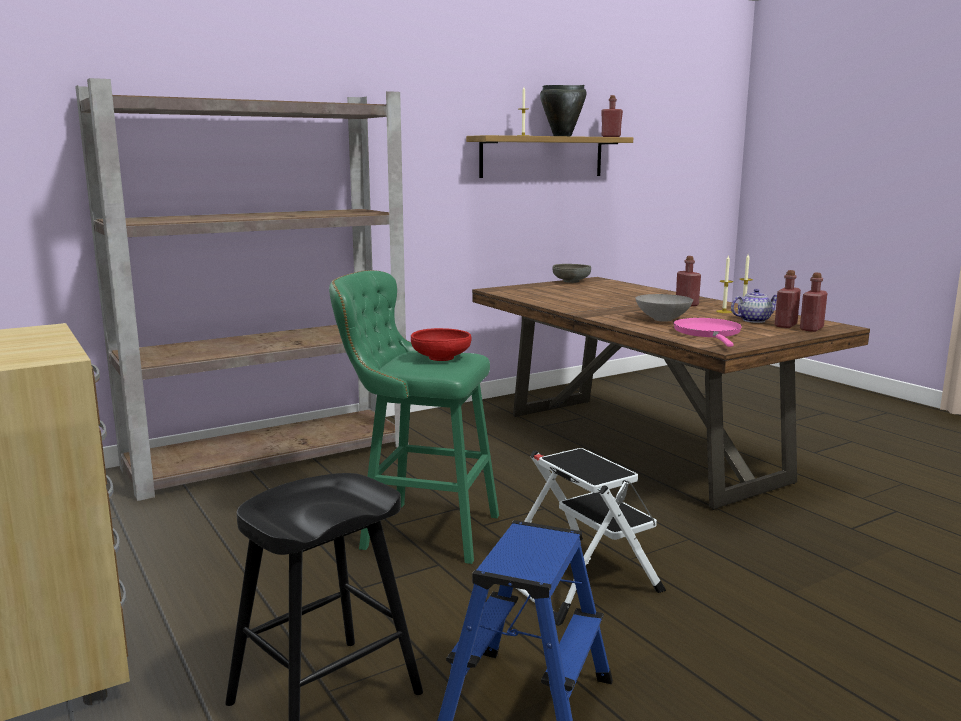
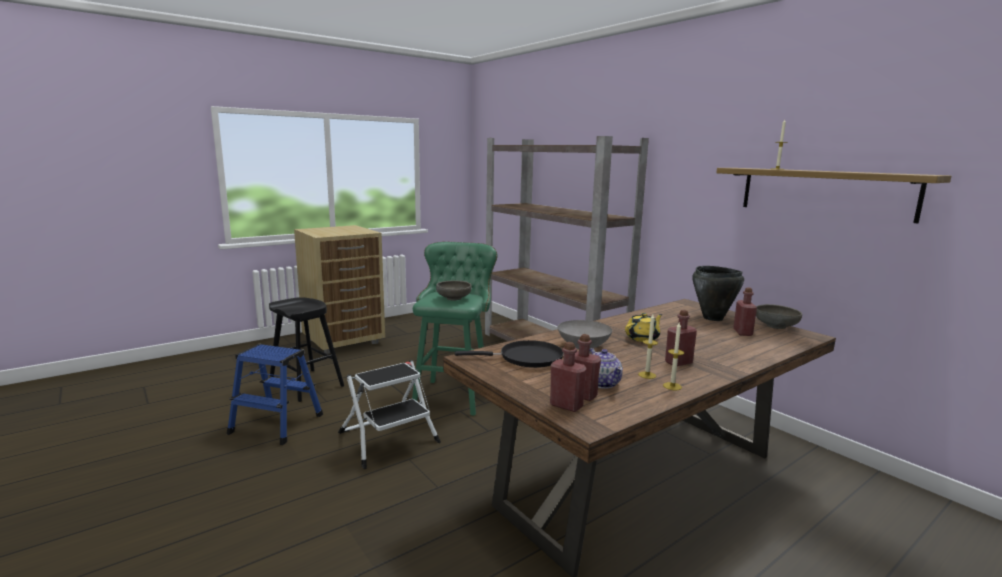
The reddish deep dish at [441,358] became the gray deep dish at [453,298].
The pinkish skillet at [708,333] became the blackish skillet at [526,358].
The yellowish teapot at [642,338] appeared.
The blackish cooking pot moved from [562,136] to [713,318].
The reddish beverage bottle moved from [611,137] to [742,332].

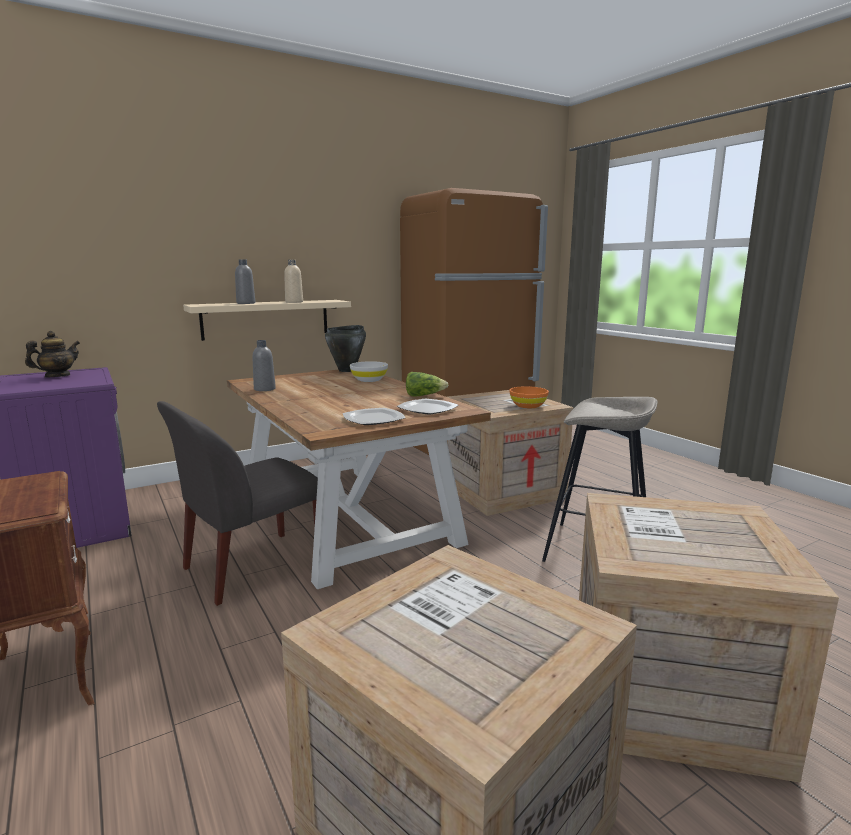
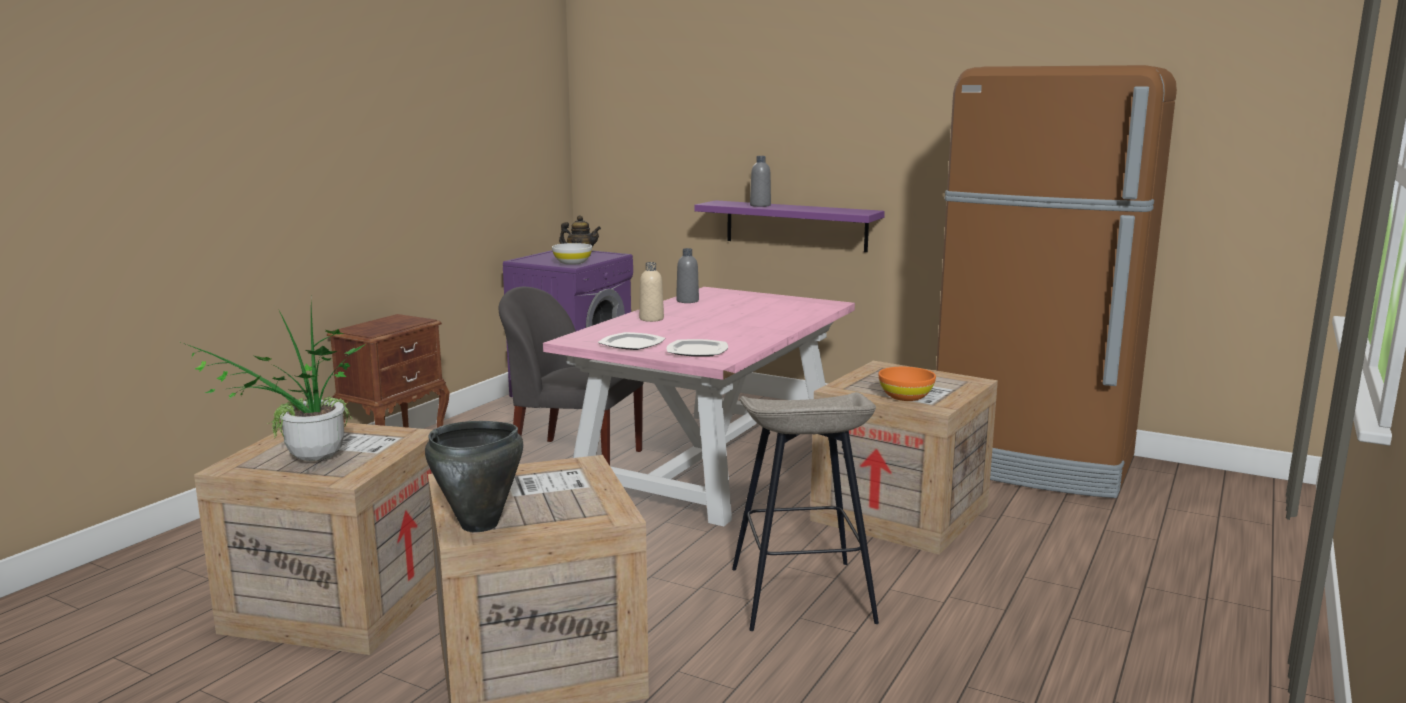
The potted plant at [304,460] appeared.
The blackish cooking pot moved from [347,370] to [480,525].
The brownish kitchen table at [345,517] became the pinkish kitchen table at [710,461].
The whitish deep dish moved from [369,380] to [572,263].
The sand-coloured beverage bottle moved from [294,302] to [651,319].
The sand-coloured shelf at [266,319] became the purple-coloured shelf at [795,225].
The lettuce at [424,395] disappeared.

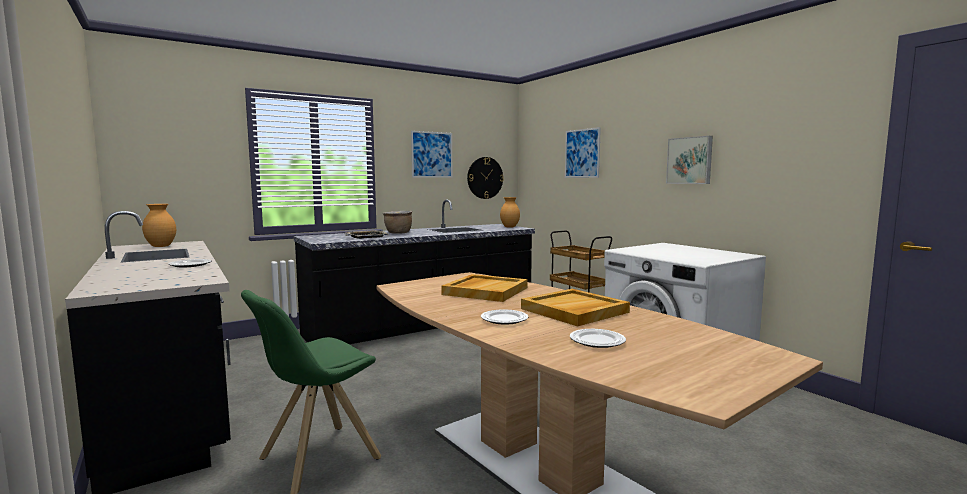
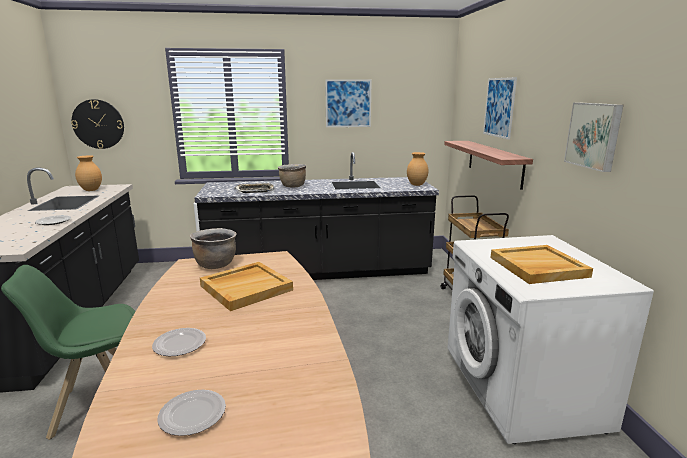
The clock on the wall moved from [485,178] to [98,124].
The brownish cooking pot at [215,265] appeared.
The shelf at [494,162] appeared.
The sand-coloured serving tray moved from [574,311] to [538,267].

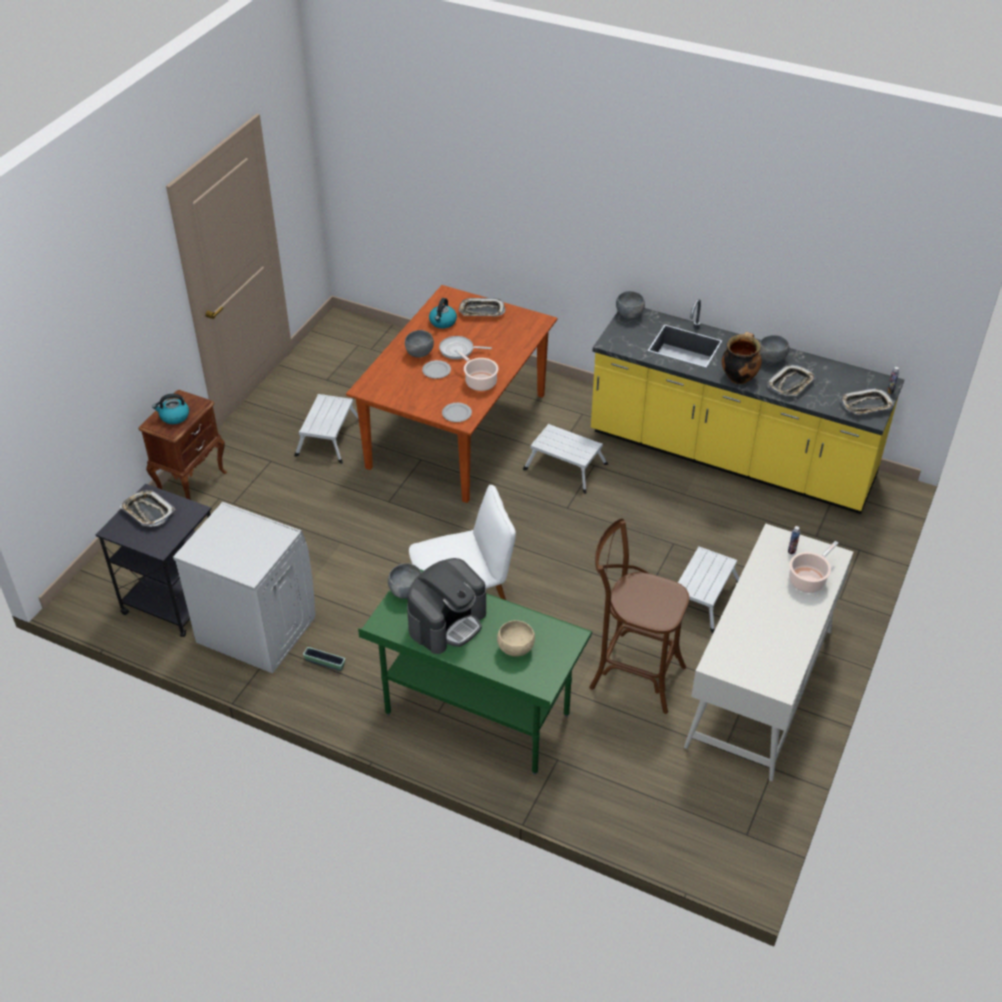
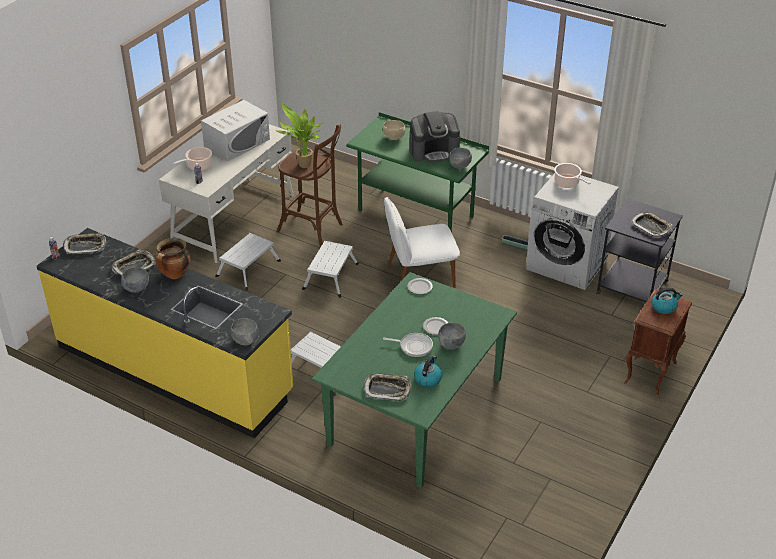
The whitish kitchen microwave at [237,143] appeared.
The potted plant at [302,166] appeared.
The whitish step stool moved from [328,437] to [331,276].
The brownish kitchen table at [457,431] became the green-coloured kitchen table at [416,410].
The coffee brewer at [447,622] turned 150 degrees counterclockwise.
The cooking pot moved from [479,381] to [567,183].

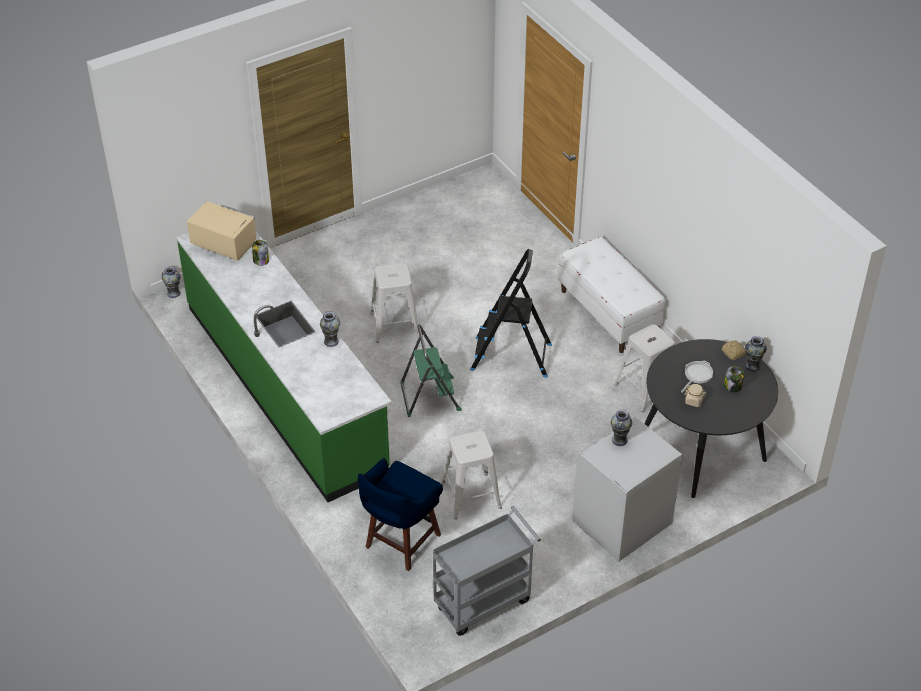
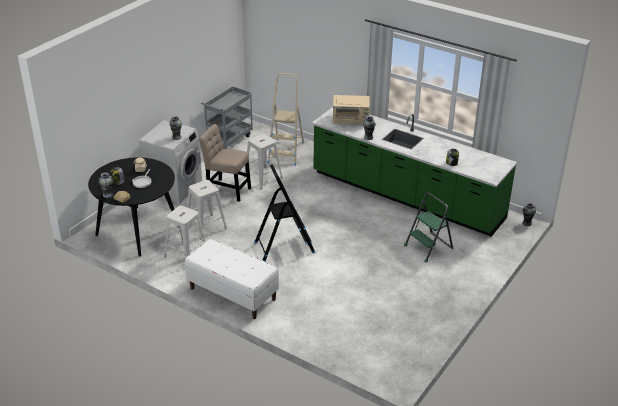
The whitish stool seat moved from [395,324] to [206,226].
The sand-coloured plain chair at [226,190] appeared.
The blue-coloured stool seat at [401,543] was replaced by the sand-coloured step stool at [285,152].
The sand-coloured kitchen microwave moved from [223,244] to [351,120].
The green-coloured step stool moved from [427,396] to [430,246].

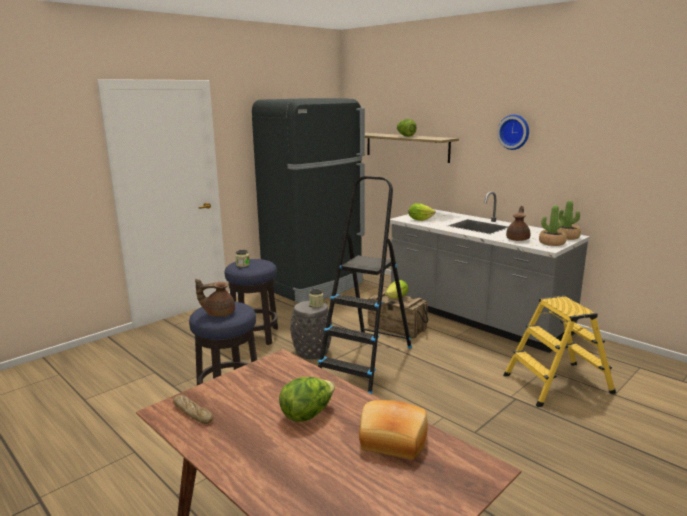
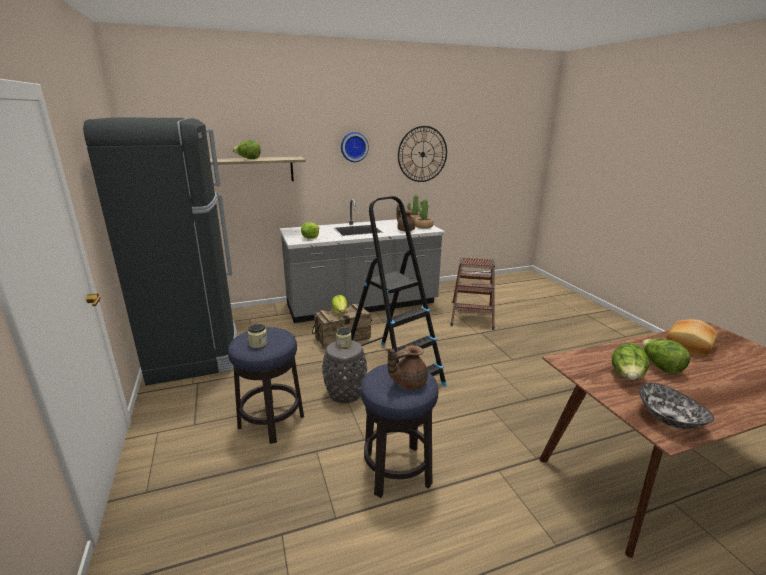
The brownish teapot at [219,313] turned 45 degrees clockwise.
The clock on the wall at [422,154] appeared.
The yellowish step stool at [557,383] became the brownish step stool at [472,314].
The lettuce at [626,377] appeared.
The baked bread at [192,413] was replaced by the deep dish at [669,419].

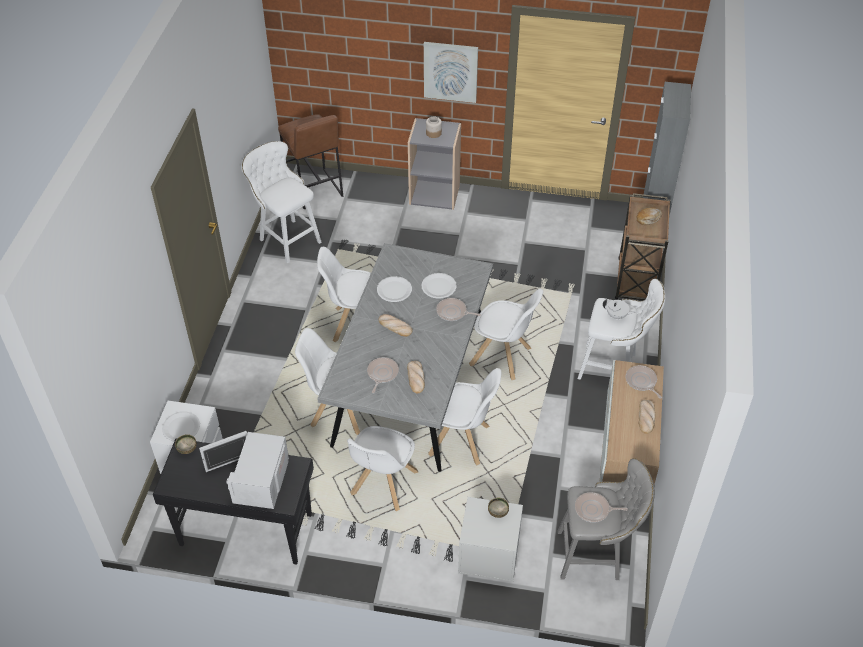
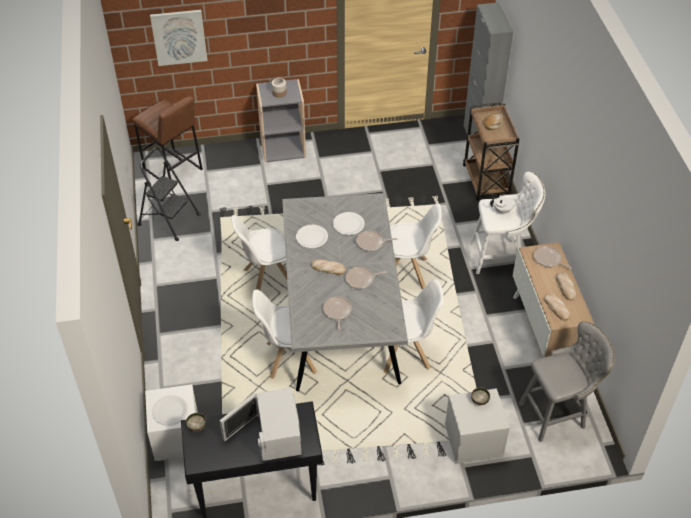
The whitish stool seat at [286,237] was replaced by the blackish step stool at [167,218].
The wall art moved from [450,71] to [179,37].
The skillet moved from [594,510] to [361,279].
The baked bread moved from [416,378] to [557,308].
The whitish plain chair at [383,485] disappeared.

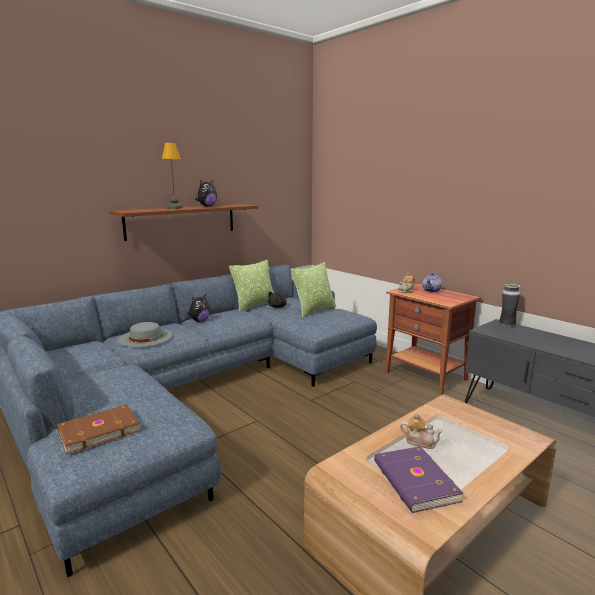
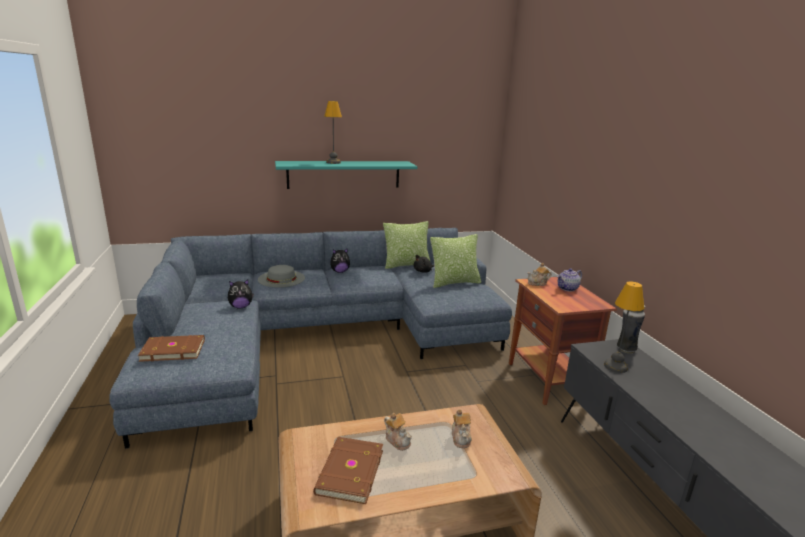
The soft toy moved from [207,206] to [241,307].
The brownish shelf at [181,221] became the turquoise shelf at [344,174].
The purple-coloured bound book at [414,482] became the brownish bound book at [348,472].
The teapot at [461,438] appeared.
The table lamp at [616,366] appeared.

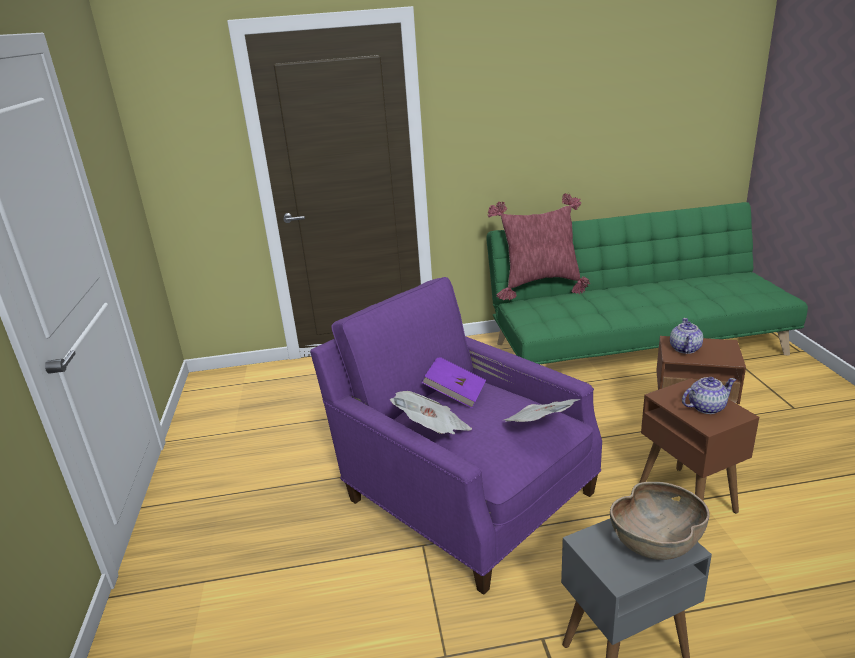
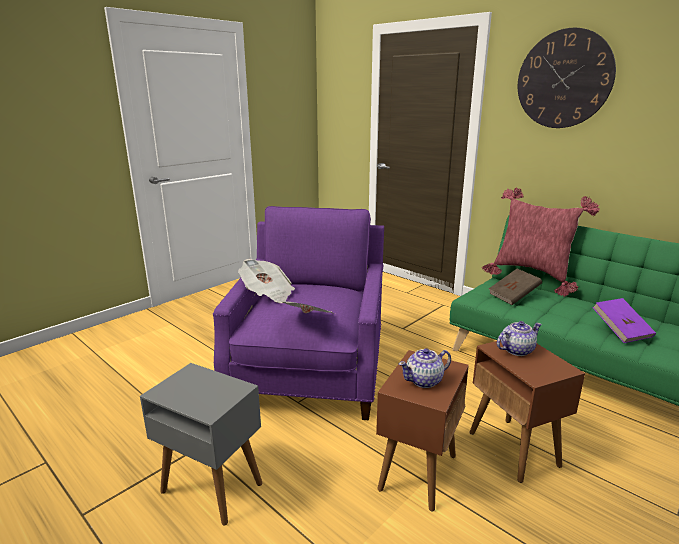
The teapot at [705,407] turned 120 degrees clockwise.
The brownish bound book at [513,296] appeared.
The clock on the wall at [564,79] appeared.
The purple-coloured bound book moved from [455,394] to [621,331].
The brownish deep dish at [656,542] disappeared.

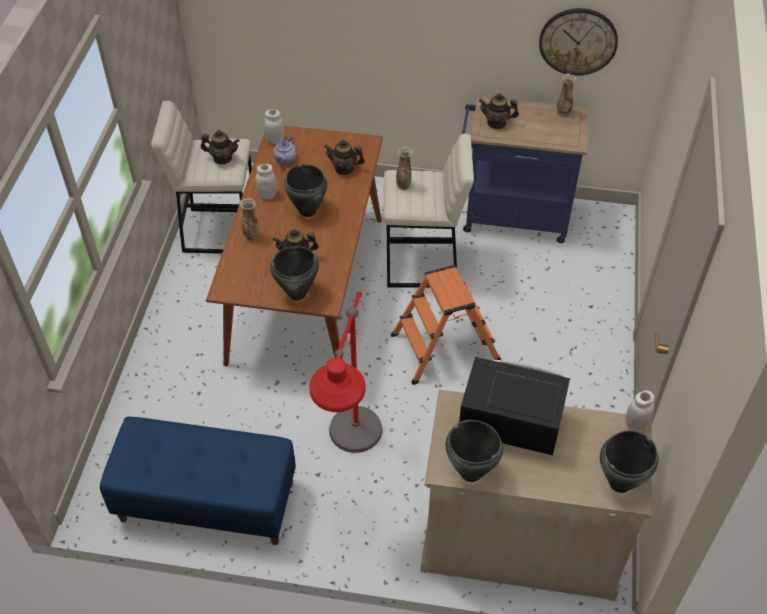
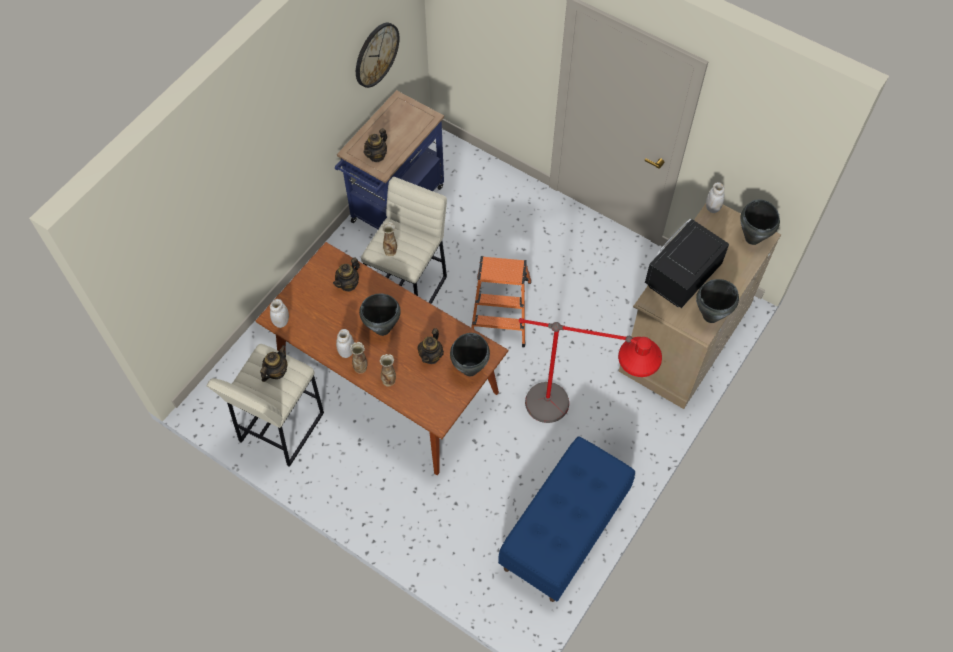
The flower vase moved from [563,113] to [360,368].
The teapot at [285,159] disappeared.

